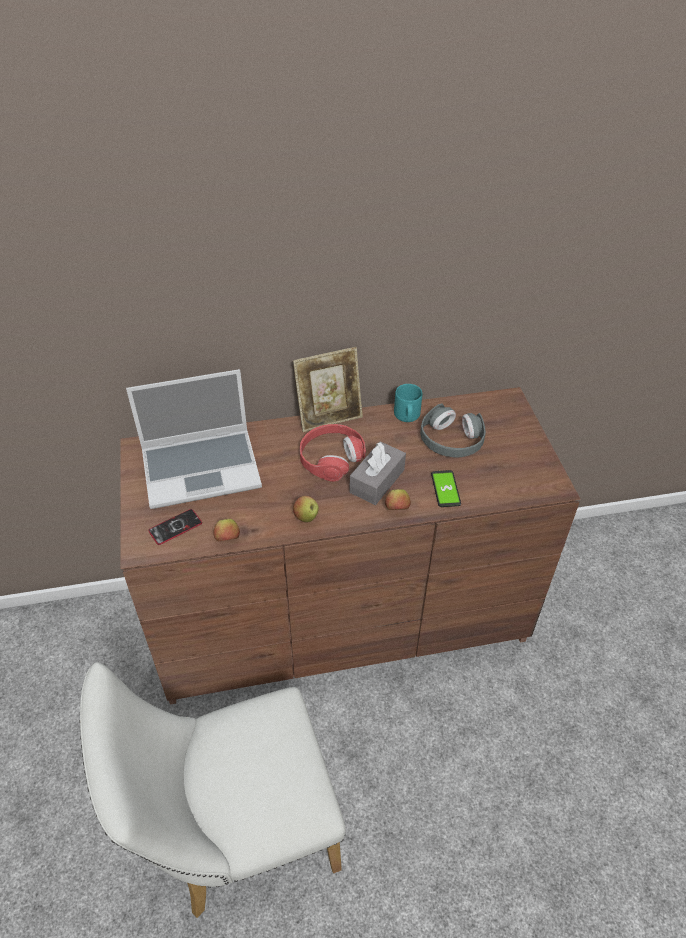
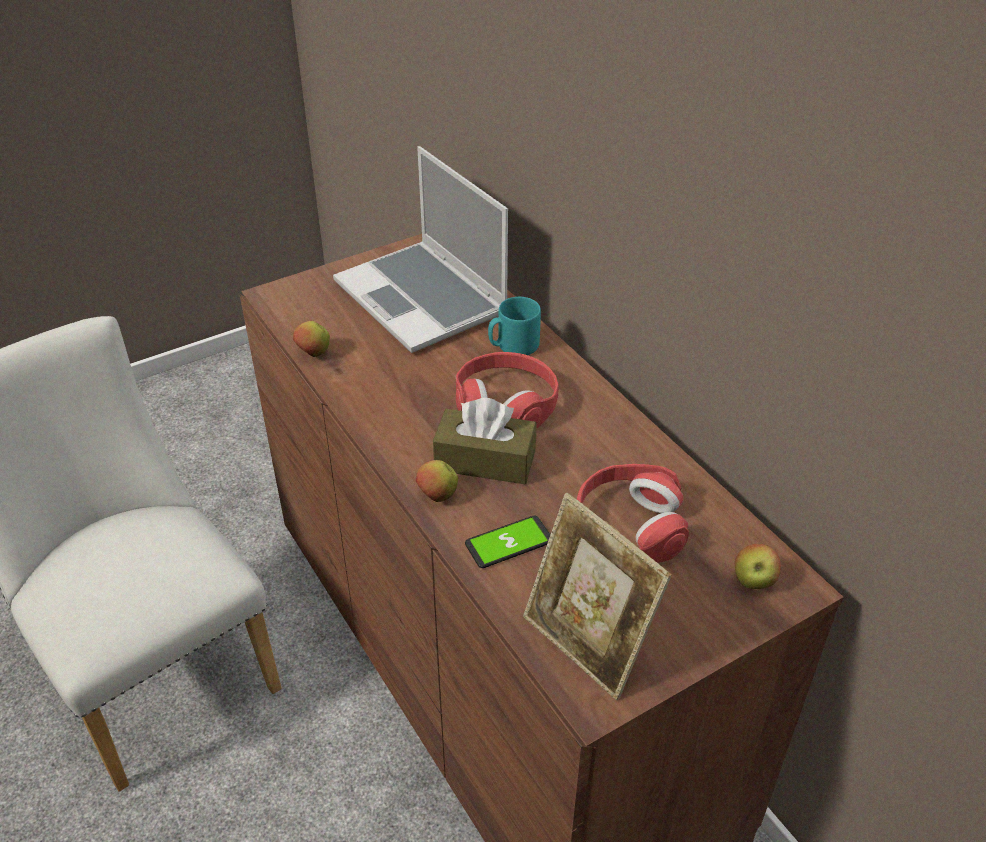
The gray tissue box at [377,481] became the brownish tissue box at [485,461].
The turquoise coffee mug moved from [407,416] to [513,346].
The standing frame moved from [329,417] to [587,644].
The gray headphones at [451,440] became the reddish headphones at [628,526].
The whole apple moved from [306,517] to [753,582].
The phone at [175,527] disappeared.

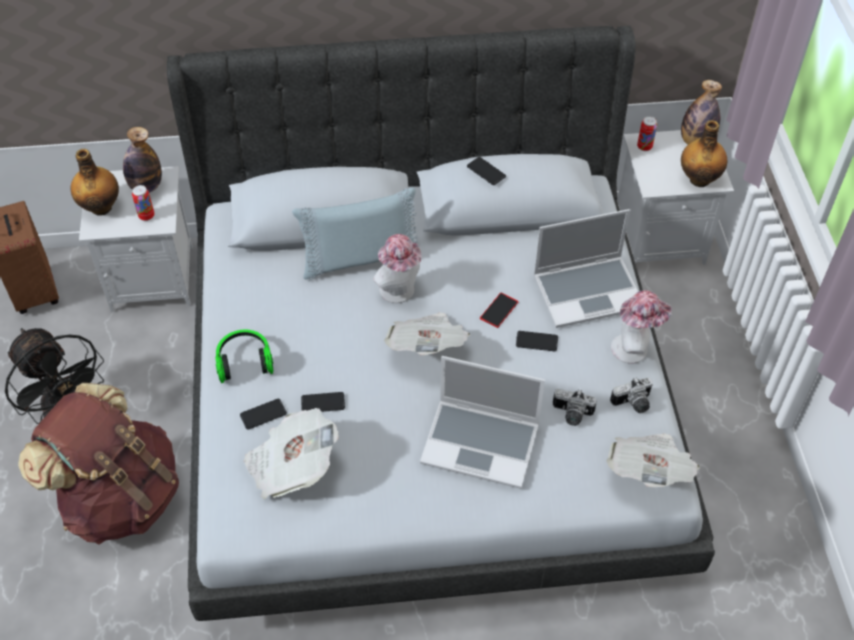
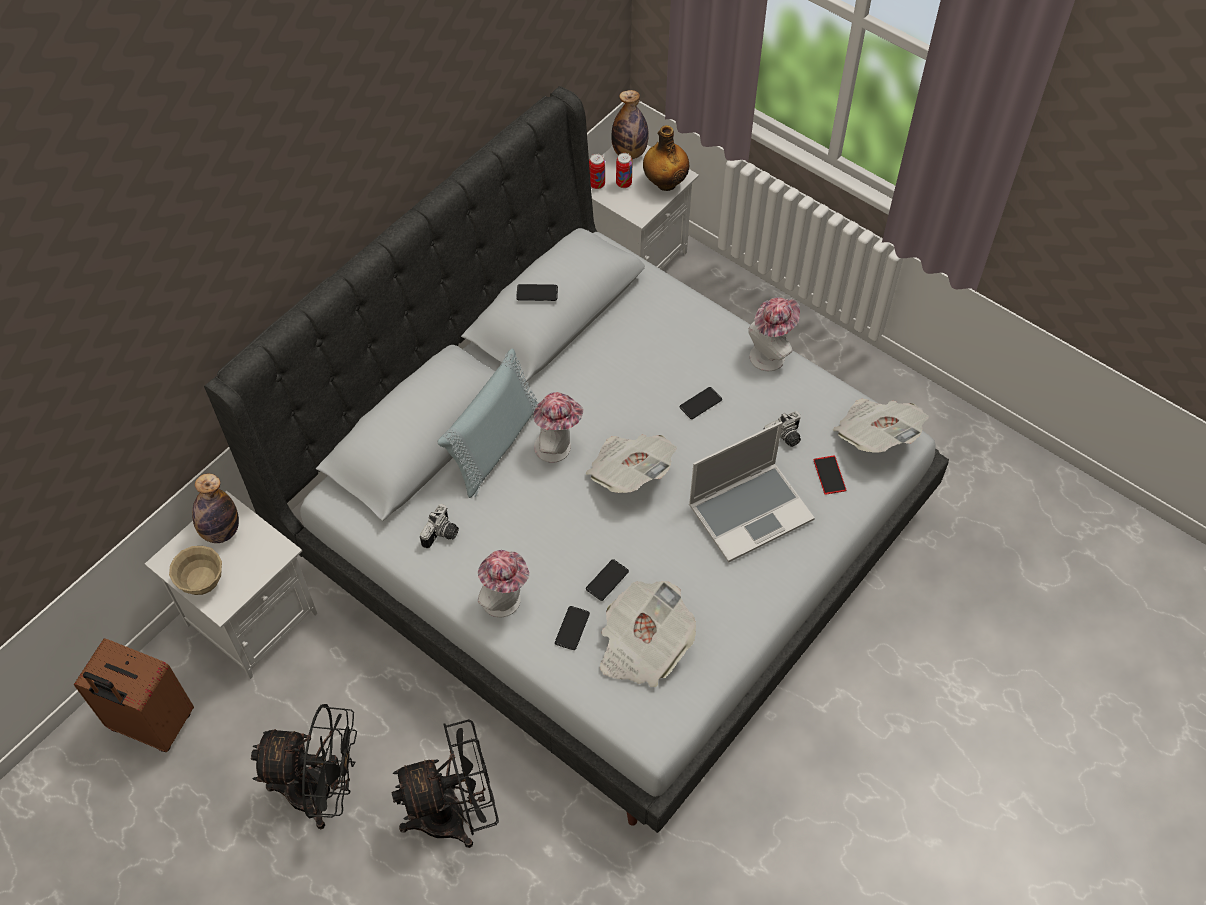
The beverage bottle at [101,207] was replaced by the sand-coloured deep dish at [202,582].
The brownish knapsack at [120,497] was replaced by the blackish cooling fan at [455,813].
The photo camera moved from [633,404] to [442,534].
The headphones at [244,361] was replaced by the wearable hat at [506,602].
The can moved from [146,216] to [623,183].
The phone moved from [499,310] to [829,475].
The portable computer at [588,291] disappeared.

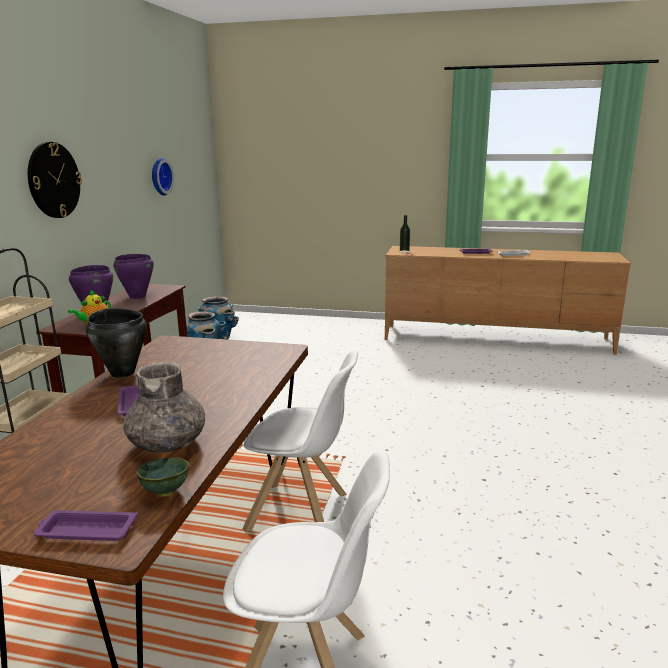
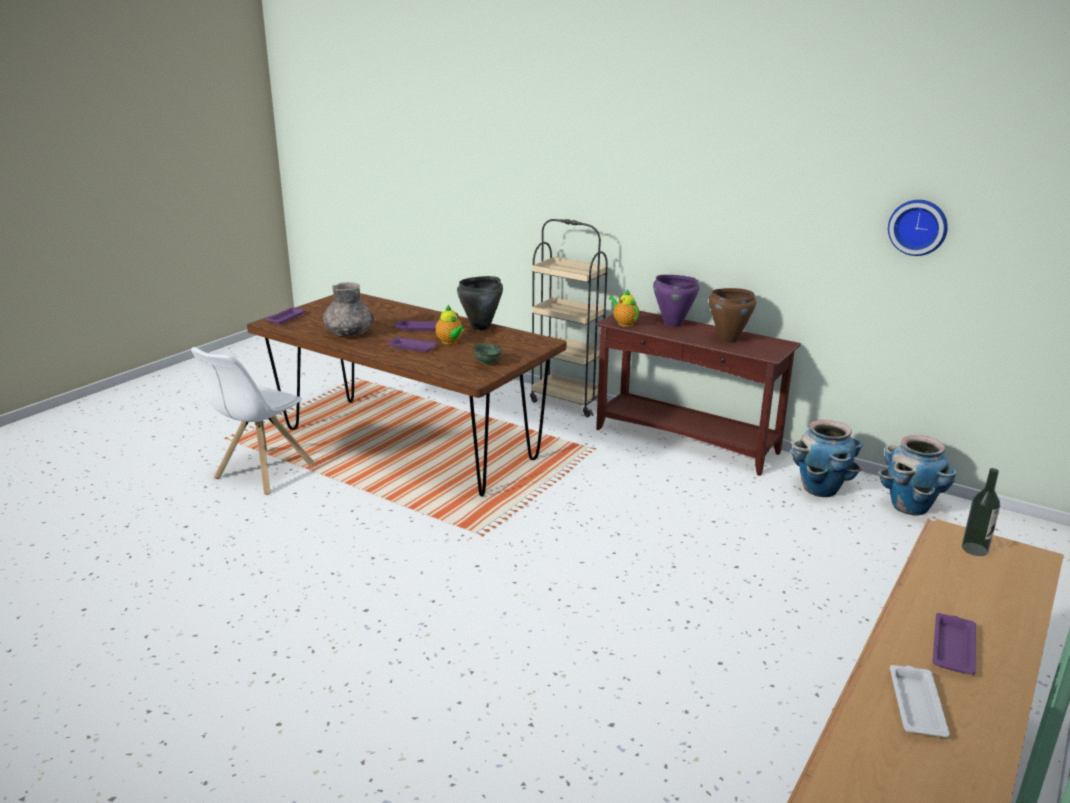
The purple-coloured serving tray at [413,347] appeared.
The teapot at [450,342] appeared.
The green-coloured deep dish moved from [164,492] to [487,363].
The purple-coloured cooking pot at [137,297] became the brownish cooking pot at [727,339].
The clock on the wall at [54,180] disappeared.
The whitish plain chair at [302,512] disappeared.

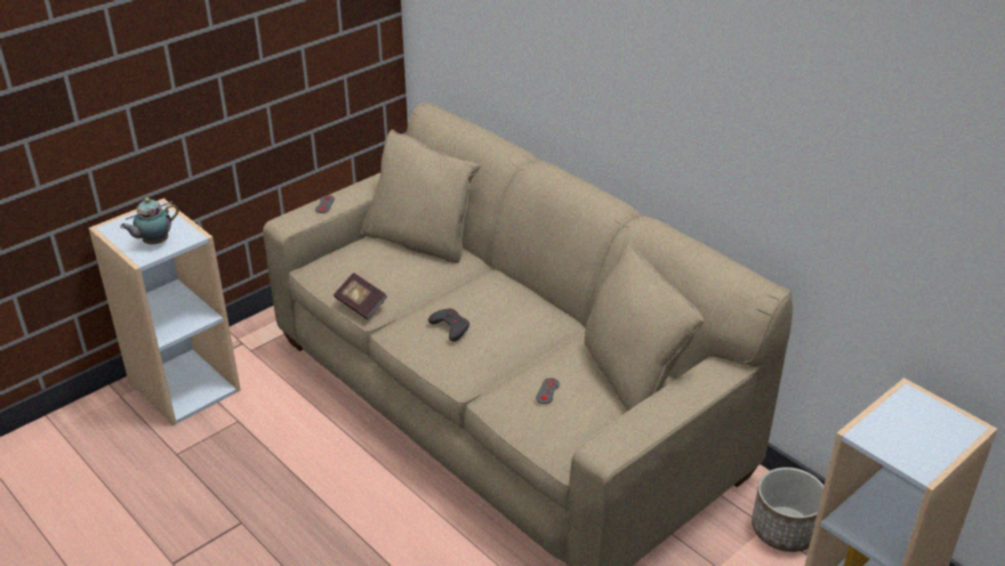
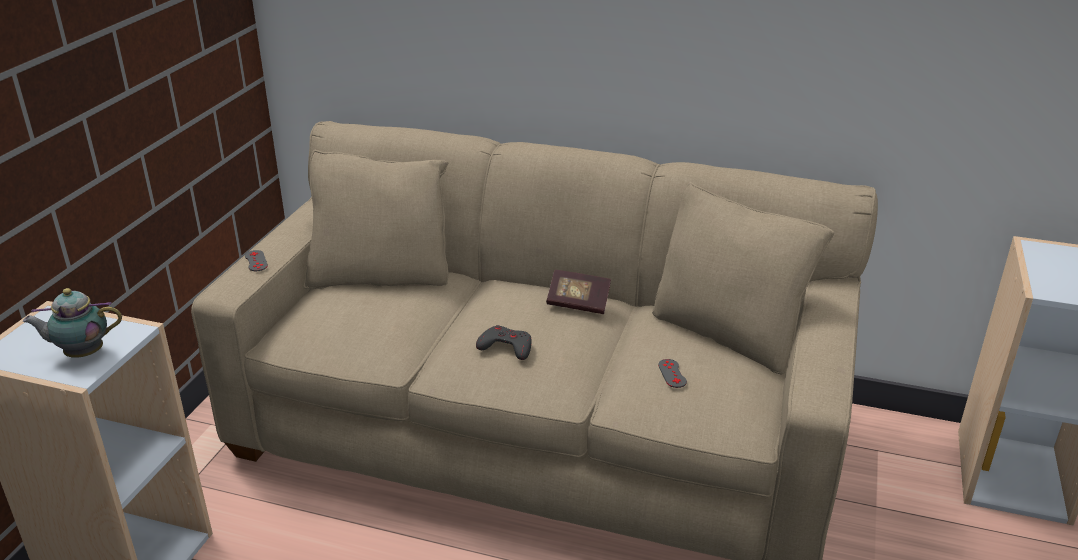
The teapot at [154,243] turned 60 degrees clockwise.
The bound book moved from [361,305] to [578,303].
The plant pot at [785,530] disappeared.

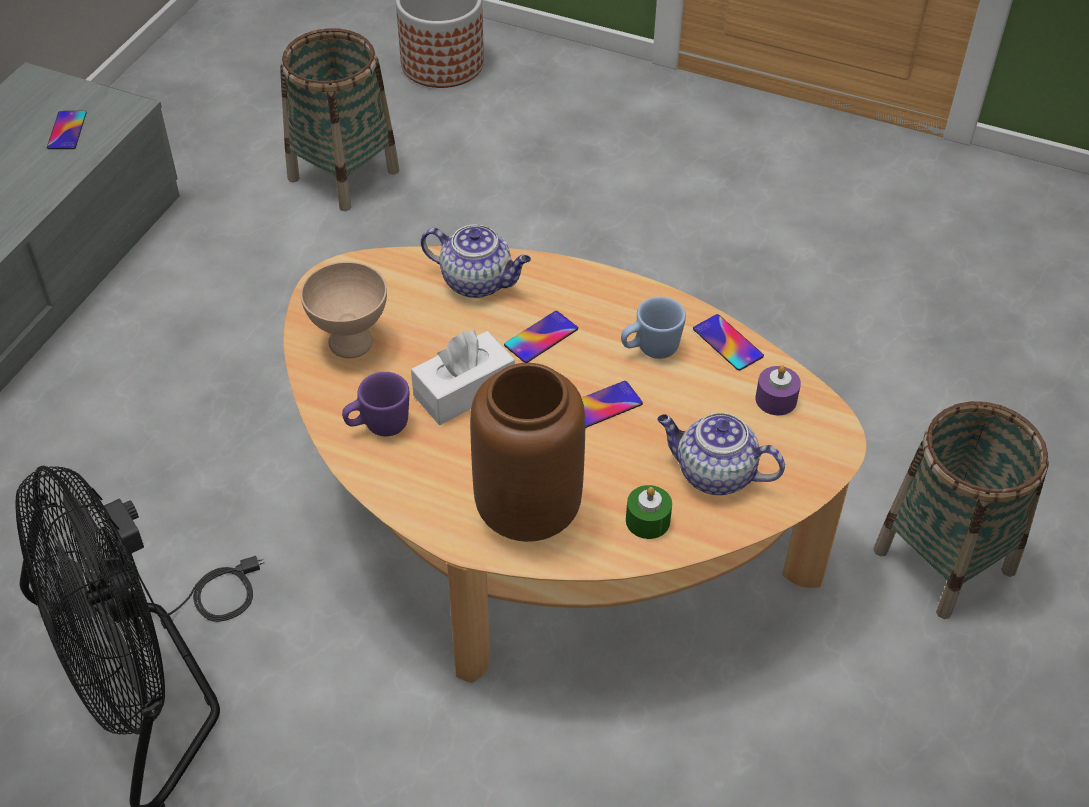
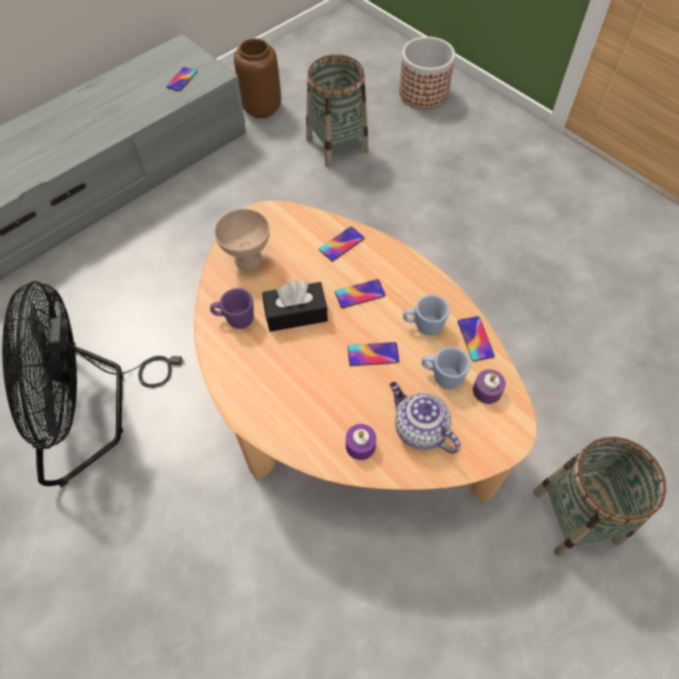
The brownish flower vase moved from [527,508] to [262,108].
The whitish tissue box at [464,391] became the blackish tissue box at [296,314].
The teapot at [478,282] was replaced by the phone at [341,244].
The green-coloured wax candle at [647,520] became the purple-coloured wax candle at [360,445].
The blue-coloured coffee mug at [441,376] appeared.

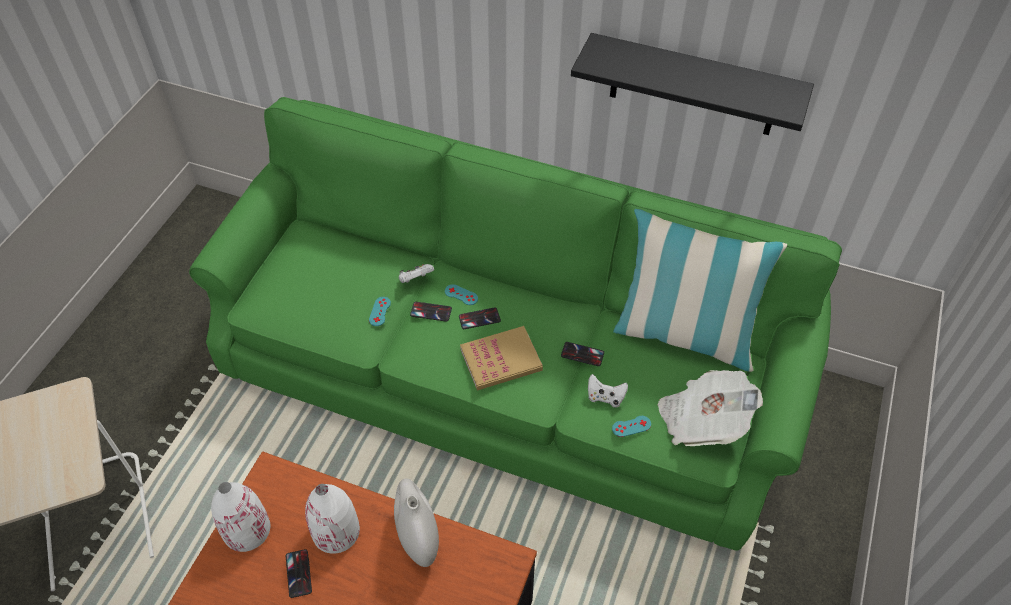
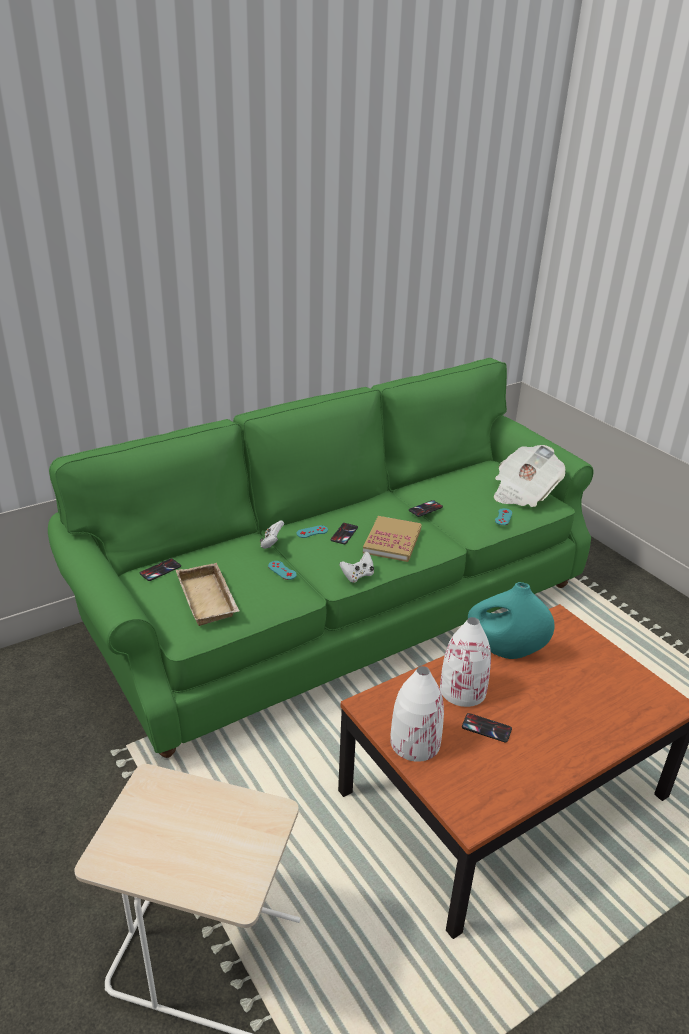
The phone moved from [431,312] to [160,570].
The sand-coloured serving tray at [210,599] appeared.
The whitish joypad moved from [605,397] to [357,576].
The whitish flower vase at [418,537] became the turquoise flower vase at [505,650].
The blackish shelf at [693,86] disappeared.
The pillow at [684,335] disappeared.

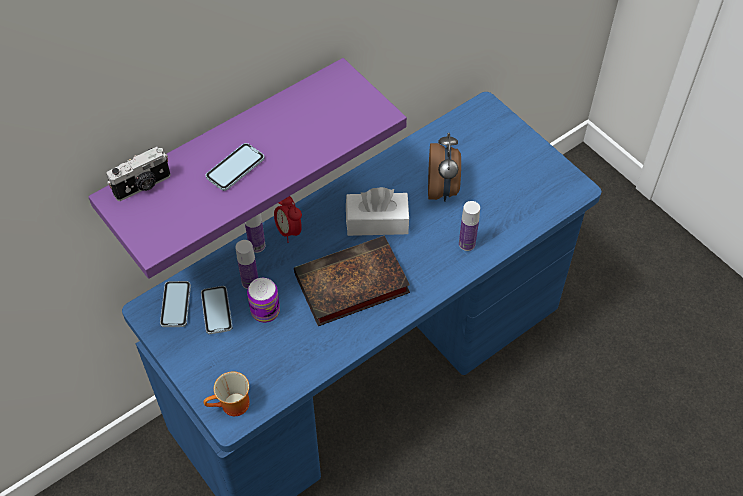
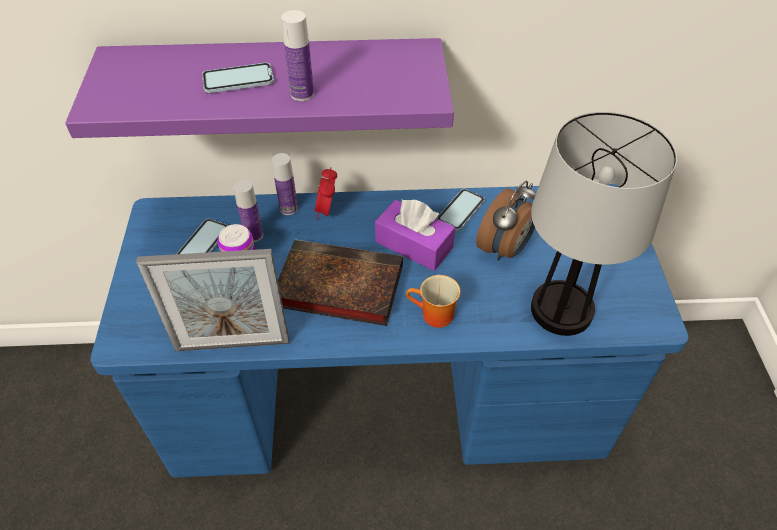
The standing frame at [232,345] appeared.
The beverage bottle moved from [467,244] to [302,94].
The whitish tissue box at [377,222] became the purple-coloured tissue box at [414,245].
The coffee mug moved from [232,407] to [433,316].
The phone moved from [175,305] to [460,211].
The table lamp at [562,310] appeared.
The photo camera at [143,186] disappeared.

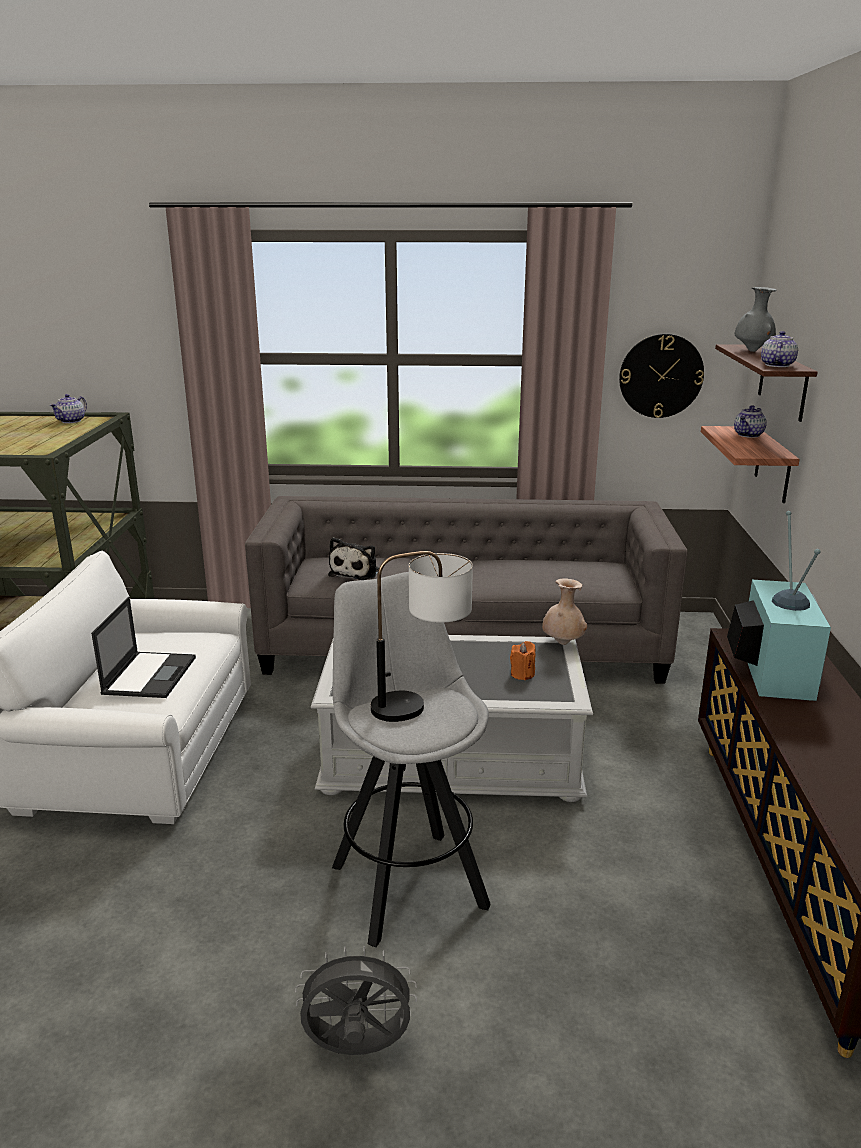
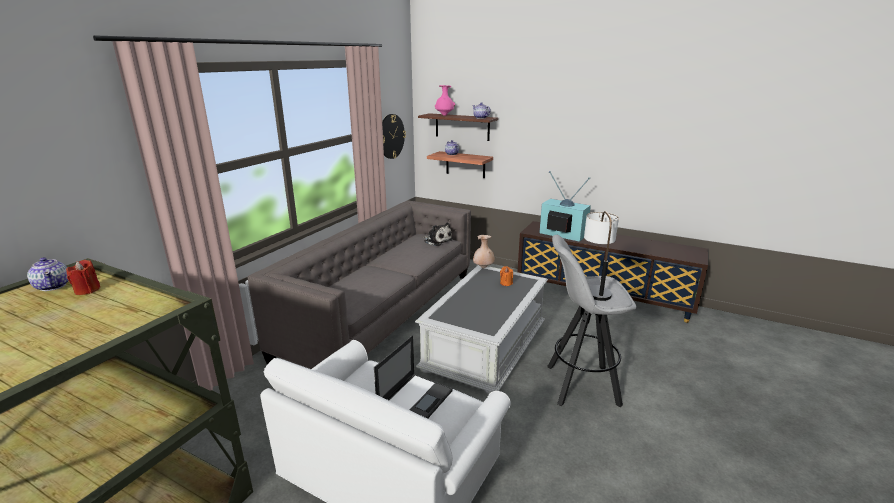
The reddish wax candle at [87,290] appeared.
The portable computer at [150,675] turned 90 degrees clockwise.
The soft toy moved from [356,572] to [437,241].
The gray flower vase at [752,351] became the pinkish flower vase at [444,115].
The gray cooling fan at [357,1050] disappeared.

